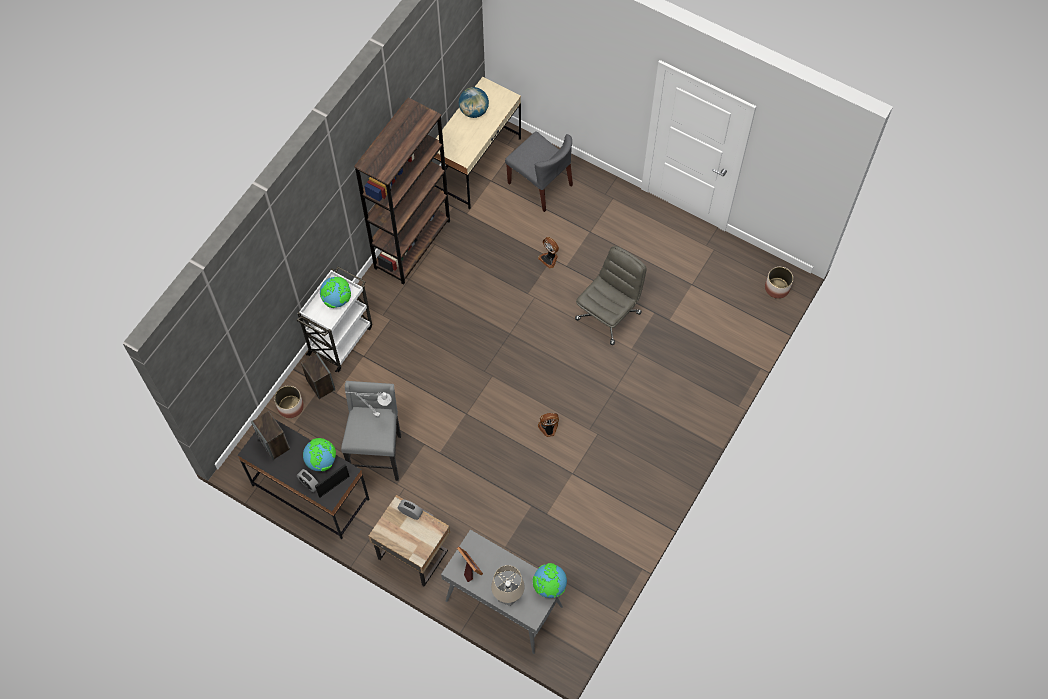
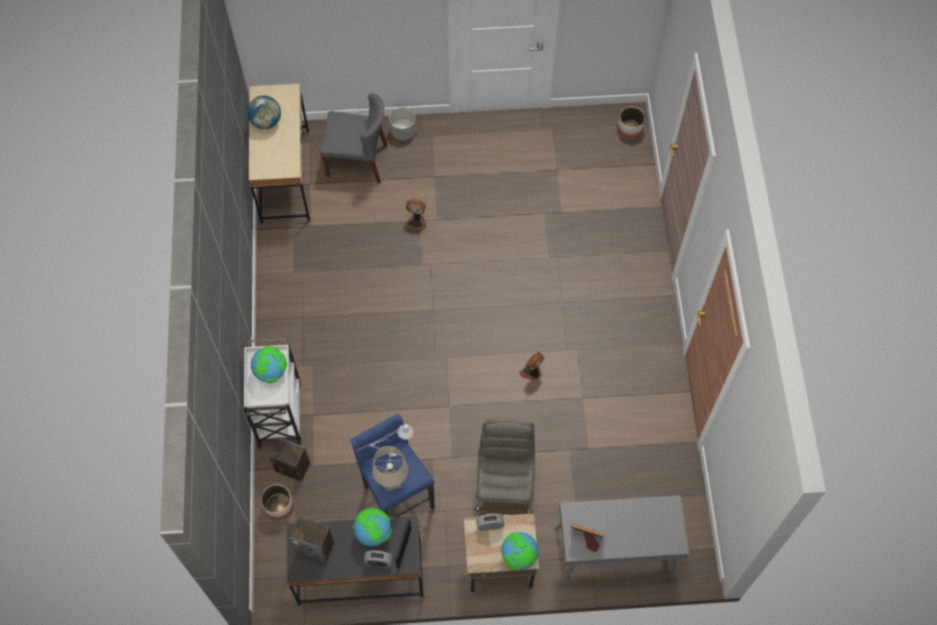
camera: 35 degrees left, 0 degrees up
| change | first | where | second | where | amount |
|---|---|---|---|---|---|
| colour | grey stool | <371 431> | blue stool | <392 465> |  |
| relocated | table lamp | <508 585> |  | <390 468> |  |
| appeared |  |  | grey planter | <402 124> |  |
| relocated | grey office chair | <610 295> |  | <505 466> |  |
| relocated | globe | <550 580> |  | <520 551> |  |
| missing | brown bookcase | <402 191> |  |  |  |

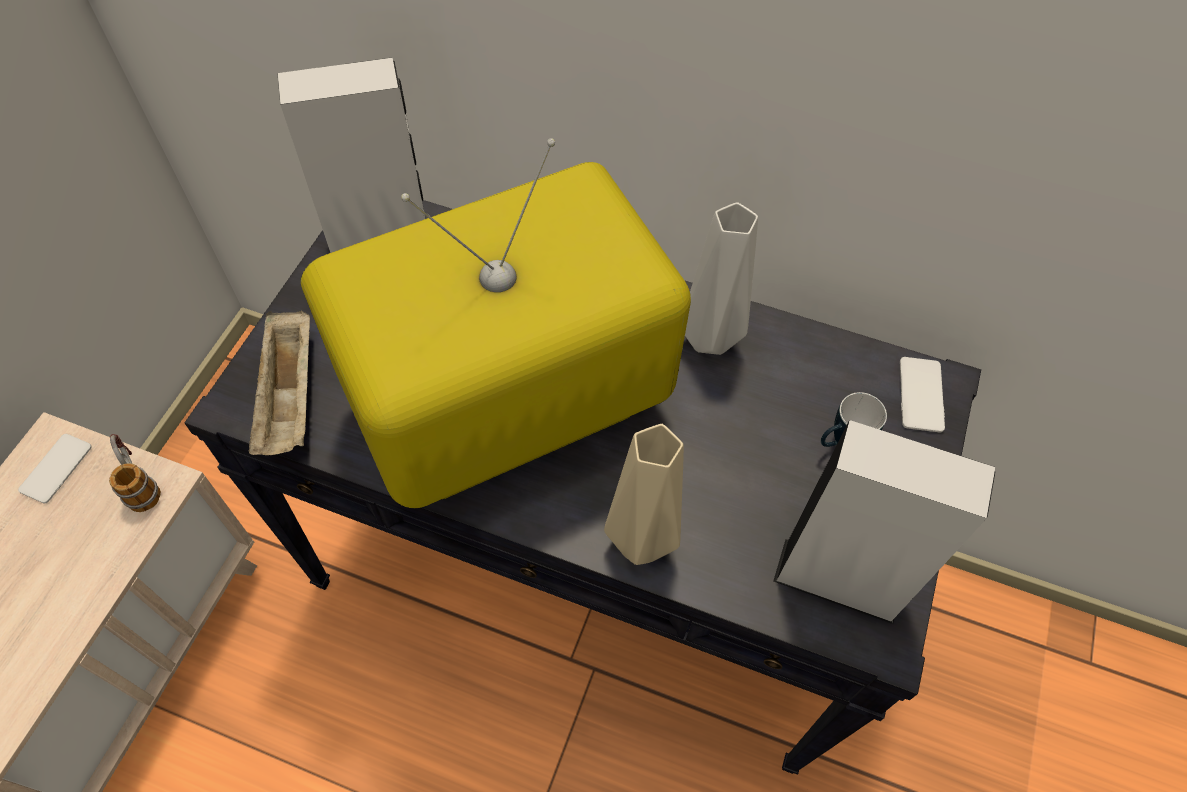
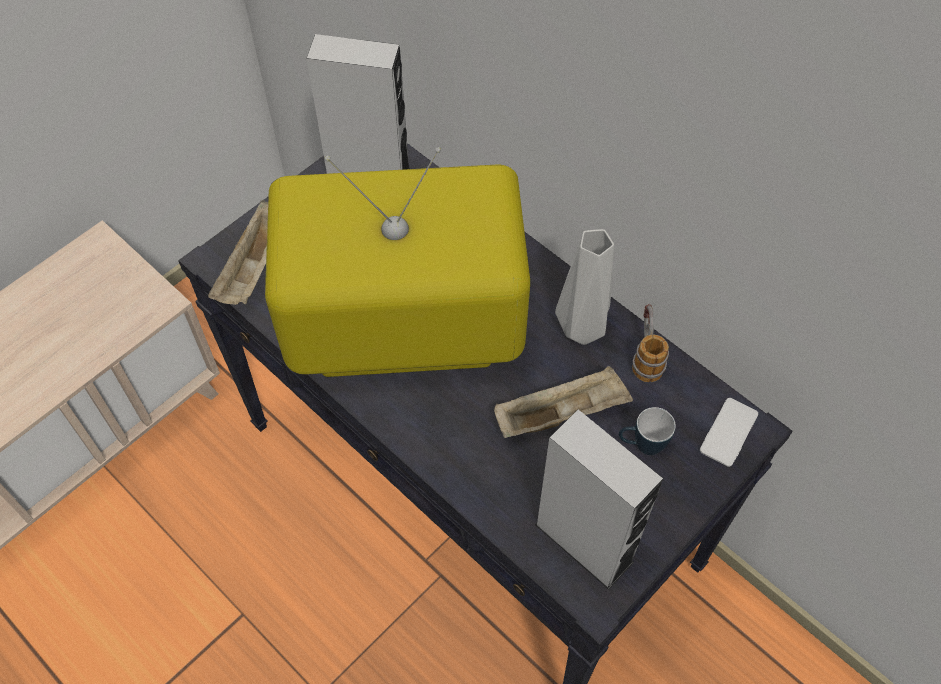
camera: 25 degrees right, 0 degrees up
| change | first | where | second | where | amount |
|---|---|---|---|---|---|
| appeared |  |  | beige tray | <563 402> |  |
| relocated | mug | <135 473> |  | <650 343> |  |
| missing | phone | <55 468> |  |  |  |
| missing | beige vase | <644 494> |  |  |  |

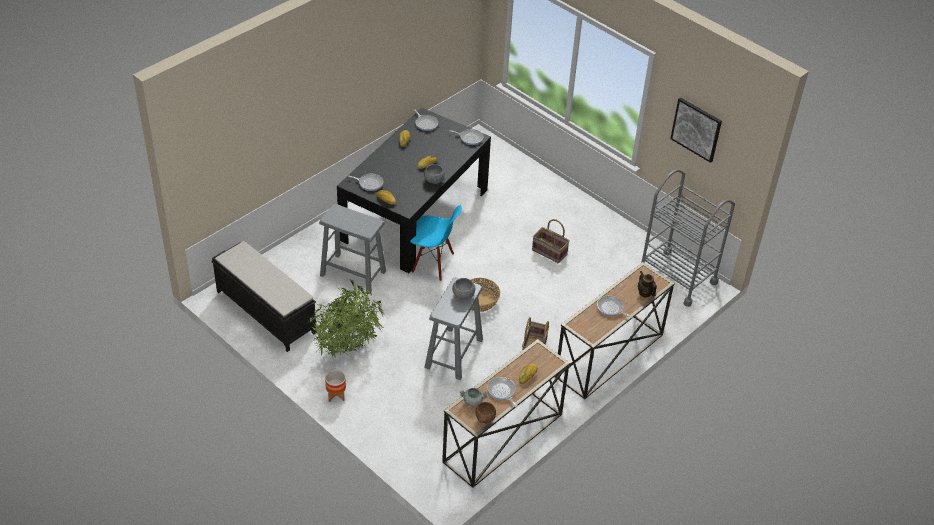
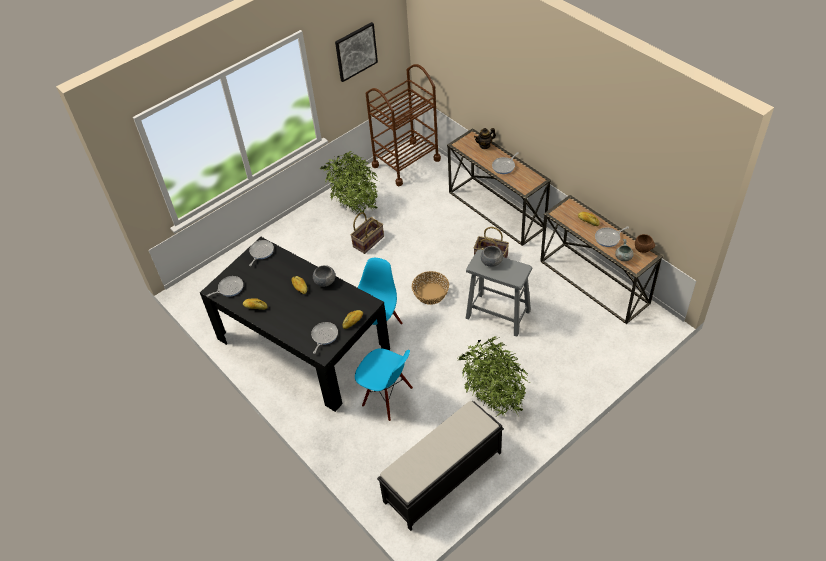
camera: 80 degrees left, 5 degrees up
| change | first | where | second | where | amount |
|---|---|---|---|---|---|
| appeared |  |  | potted plant | <349 182> |  |
| exchanged | grey stool | <352 248> | blue chair | <384 384> |  |
| colour | grey cart | <688 238> | brown cart | <403 125> |  |
| missing | planter | <335 386> |  |  |  |

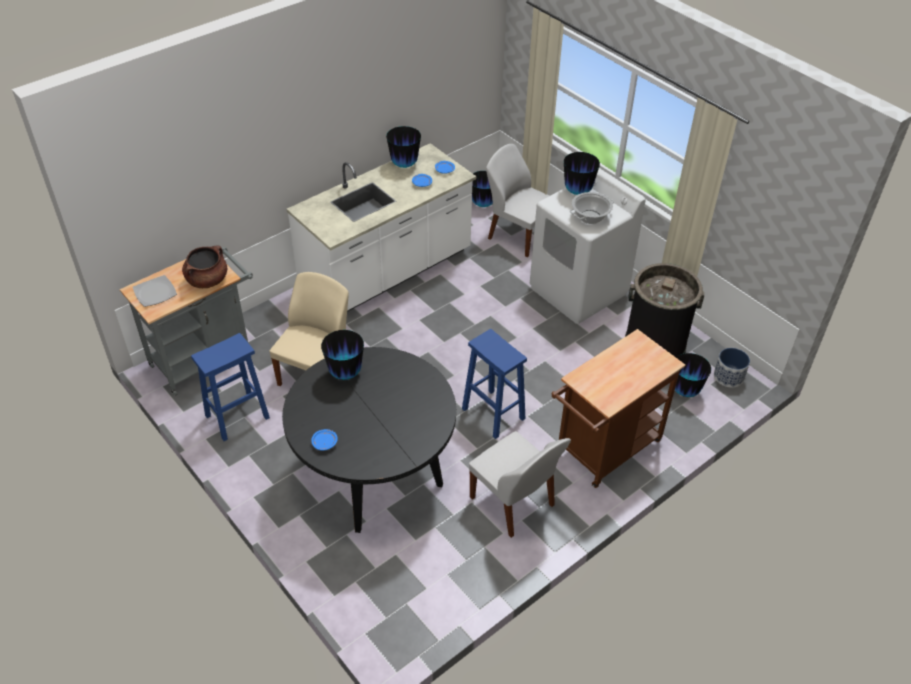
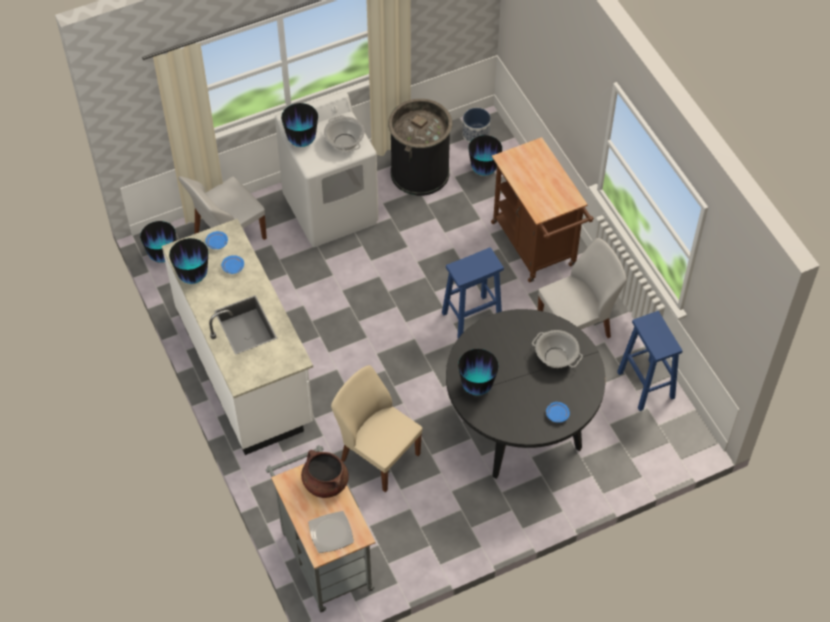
camera: 75 degrees left, 10 degrees up
| change | first | where | second | where | amount |
|---|---|---|---|---|---|
| appeared |  |  | cooking pot | <557 349> |  |
| relocated | blue stool | <230 387> |  | <649 361> |  |

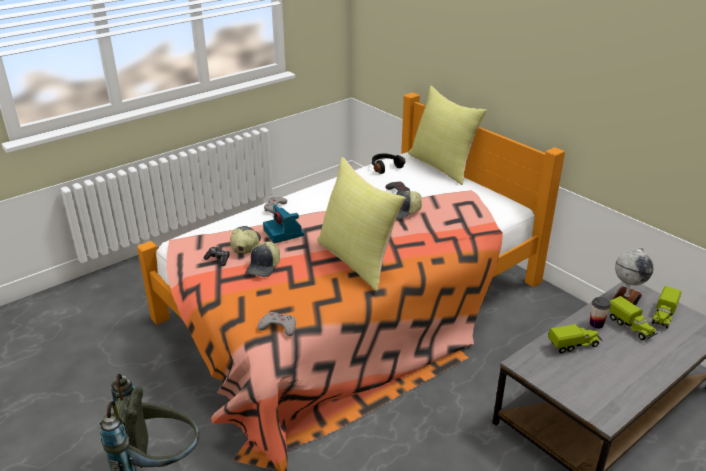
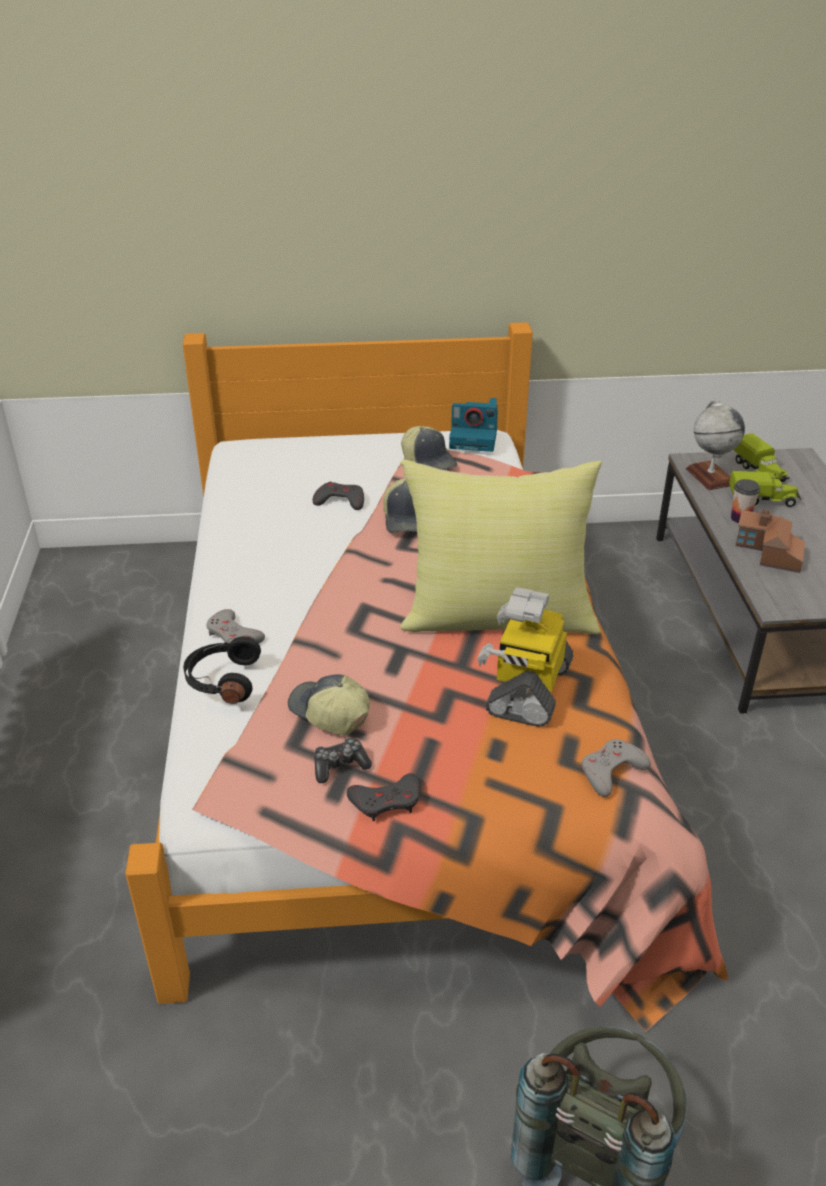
camera: 55 degrees left, 5 degrees up
| change | first | where | second | where | amount |
|---|---|---|---|---|---|
| relocated | black headphones | <388 164> |  | <222 670> |  |
| appeared |  |  | grey game controller | <383 797> |  |
| relocated | cap | <262 259> |  | <429 448> |  |
| relocated | photo camera | <283 224> |  | <473 425> |  |
| appeared |  |  | toy robot | <525 657> |  |
| exchanged | toy truck | <575 338> | toy house | <770 541> |  |
| missing | yellow pillow | <447 135> |  |  |  |

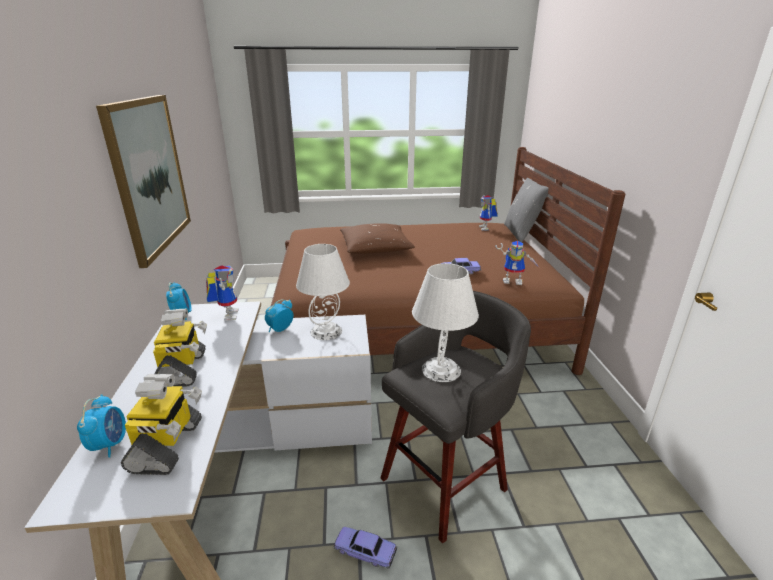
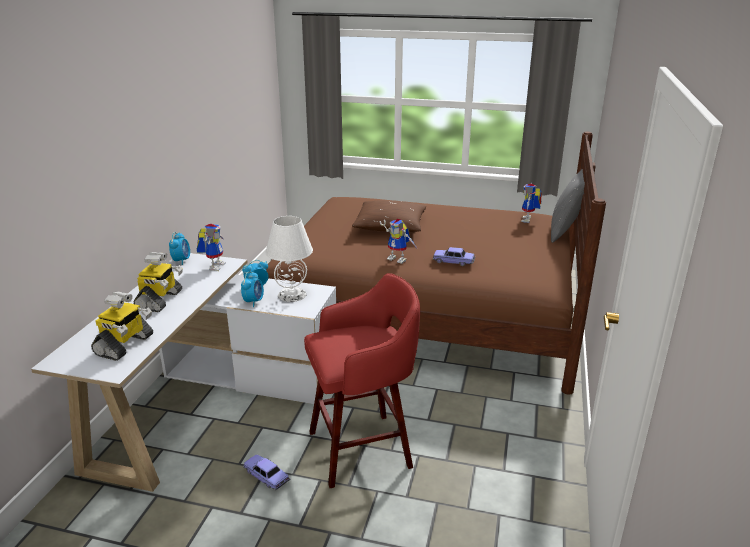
camera: 20 degrees right, 0 degrees up
| change | first | where | second | where | amount |
|---|---|---|---|---|---|
| relocated | alarm clock | <101 426> |  | <252 289> |  |
| colour | grey stool | <455 417> | red stool | <362 380> |  |
| relocated | toy robot | <517 262> |  | <398 241> |  |
| missing | picture | <143 181> |  |  |  |
| missing | white table lamp | <445 322> |  |  |  |

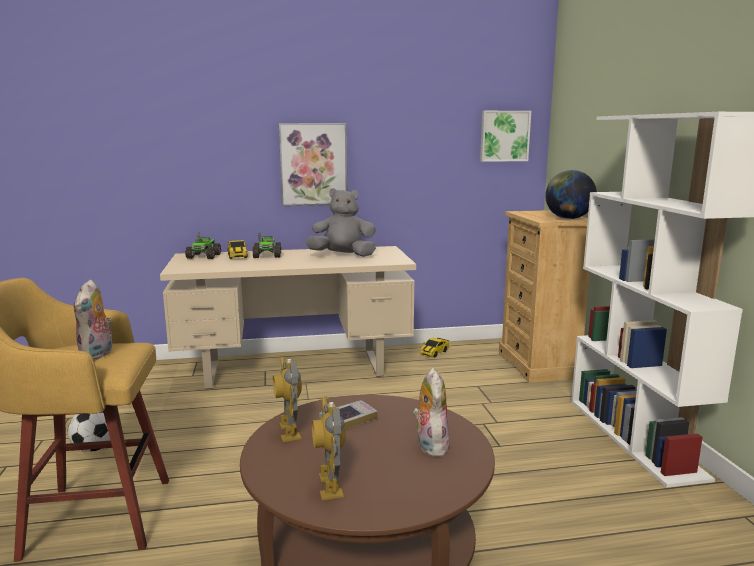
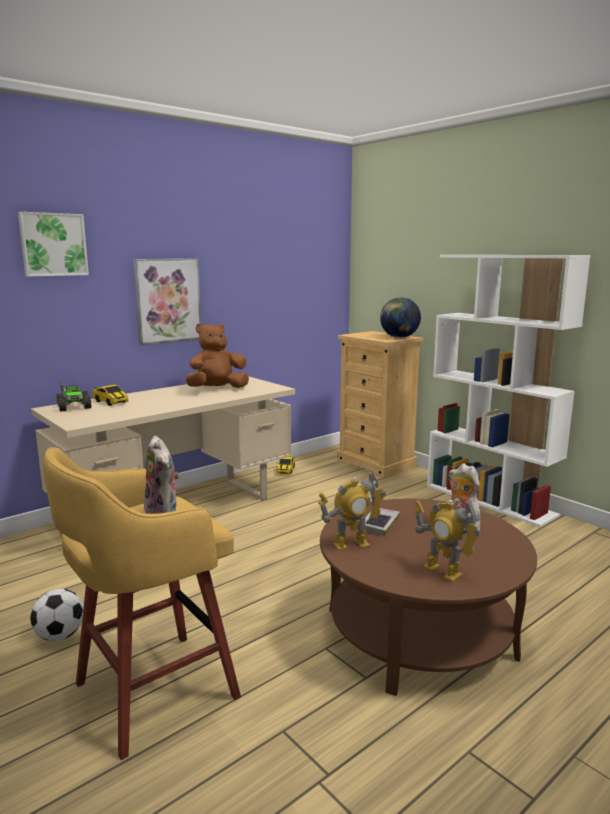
camera: 30 degrees left, 0 degrees up
| change | first | where | second | where | amount |
|---|---|---|---|---|---|
| relocated | picture | <505 136> |  | <53 244> |  |
| colour | grey plush toy | <341 222> | brown plush toy | <217 356> |  |
| spun | toy robot | <287 399> |  | <352 511> | 60 degrees counterclockwise |
| missing | toy truck | <267 245> |  |  |  |

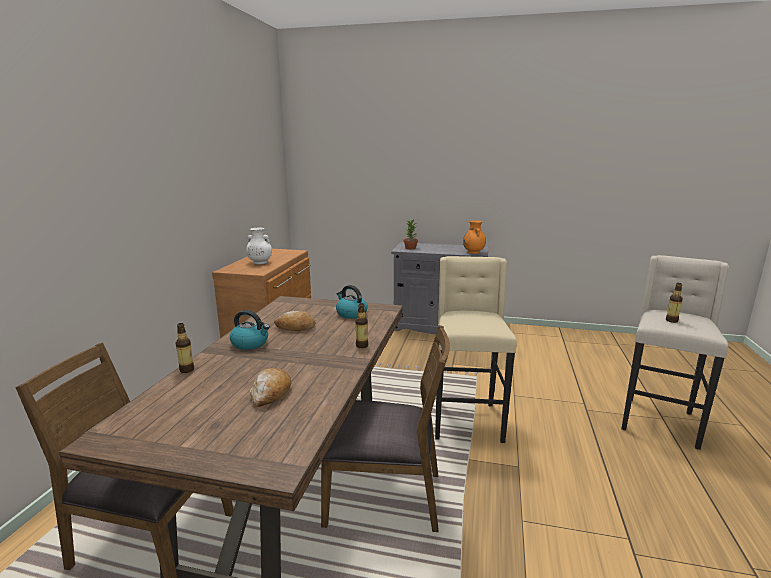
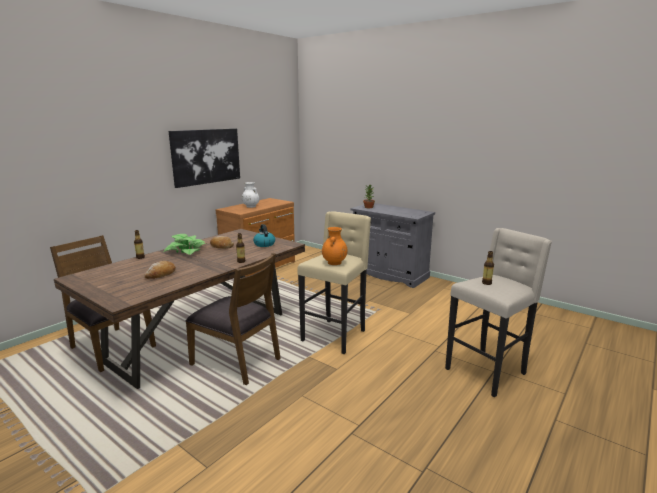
camera: 25 degrees right, 0 degrees up
| change | first | where | second | where | amount |
|---|---|---|---|---|---|
| exchanged | kettle | <250 330> | potted plant | <185 244> |  |
| appeared |  |  | picture | <204 158> |  |
| relocated | orange vase | <474 237> |  | <334 246> |  |

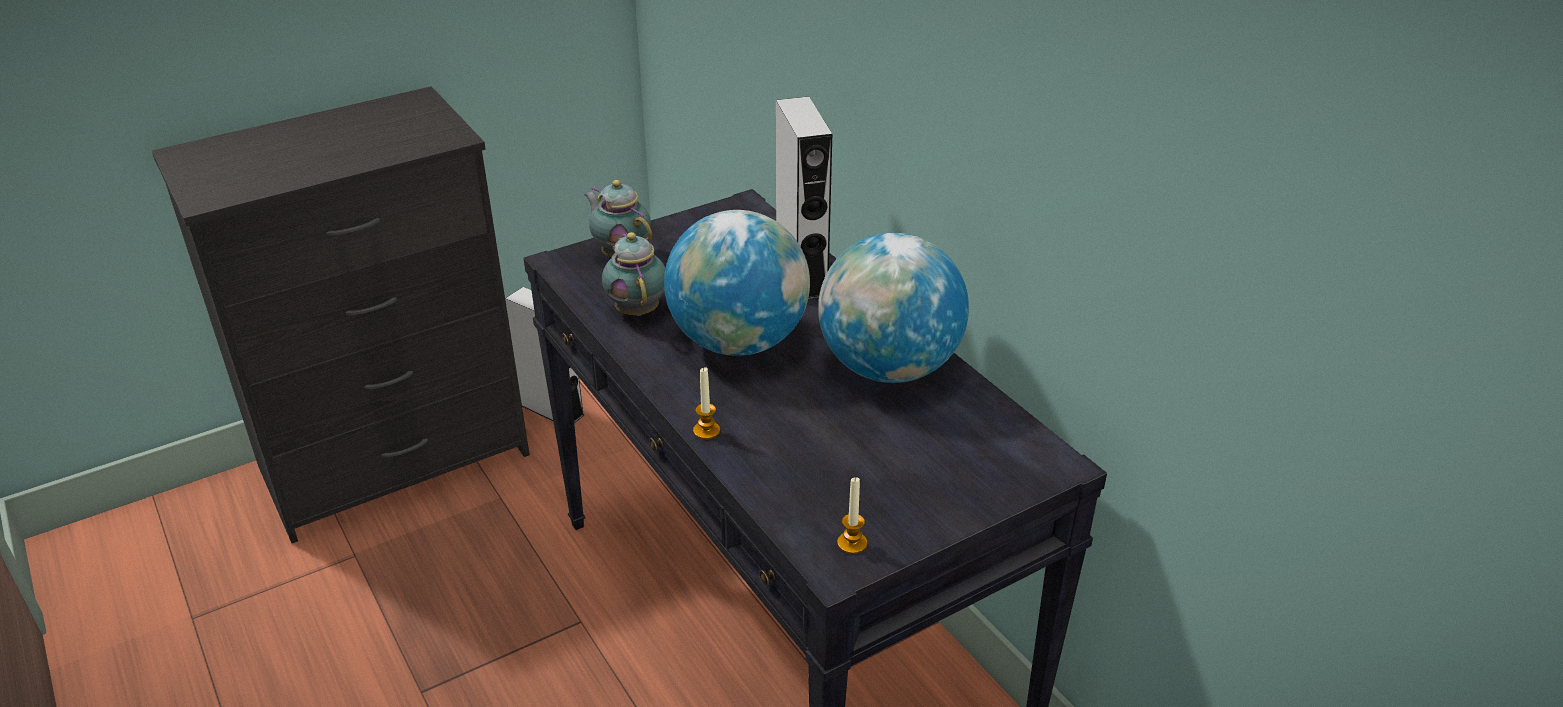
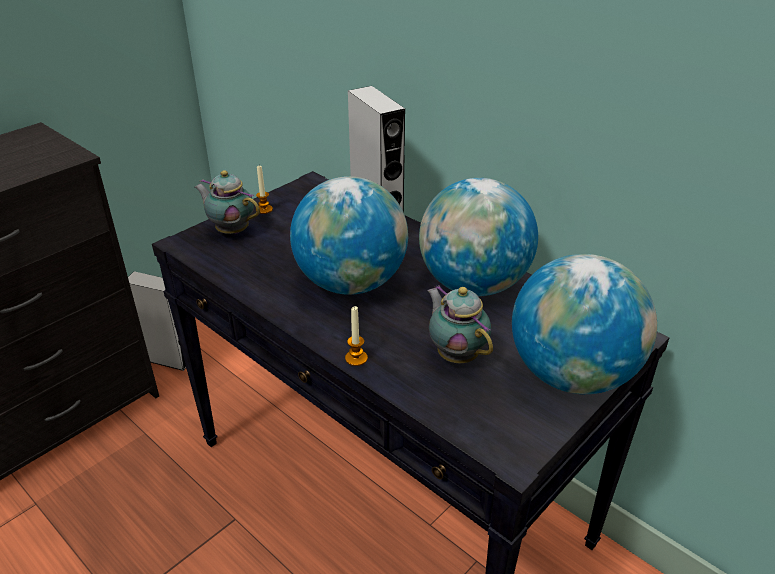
camera: 15 degrees left, 0 degrees up
| change | first | where | second | where | amount |
|---|---|---|---|---|---|
| relocated | candle | <852 515> |  | <264 190> |  |
| relocated | teapot | <634 274> |  | <460 324> |  |
| appeared |  |  | globe | <584 324> |  |

